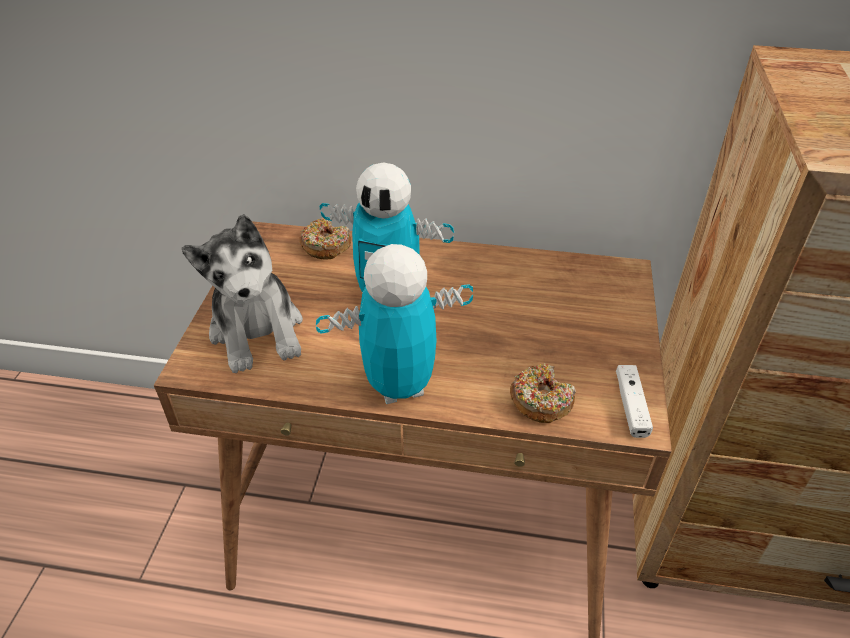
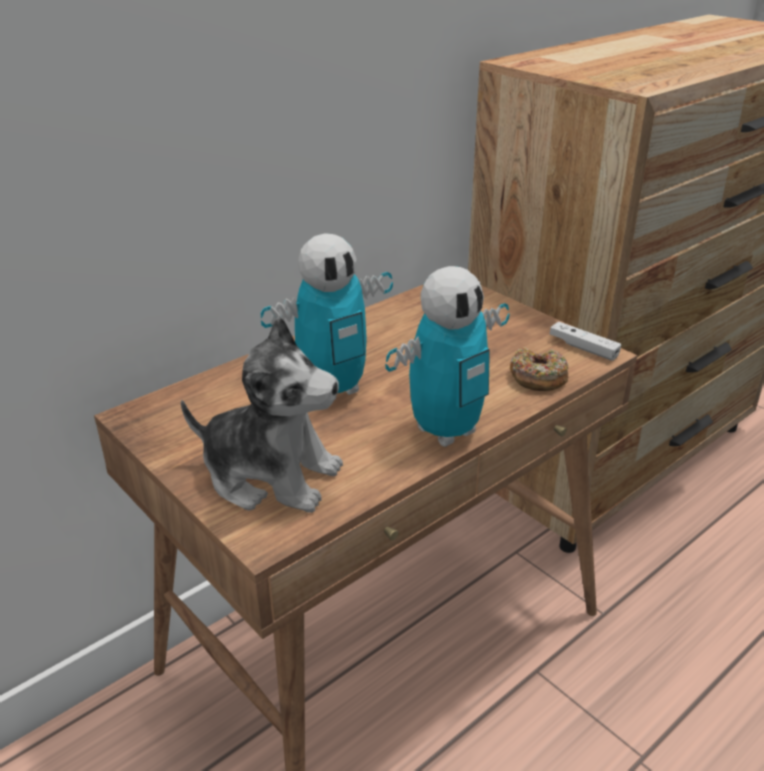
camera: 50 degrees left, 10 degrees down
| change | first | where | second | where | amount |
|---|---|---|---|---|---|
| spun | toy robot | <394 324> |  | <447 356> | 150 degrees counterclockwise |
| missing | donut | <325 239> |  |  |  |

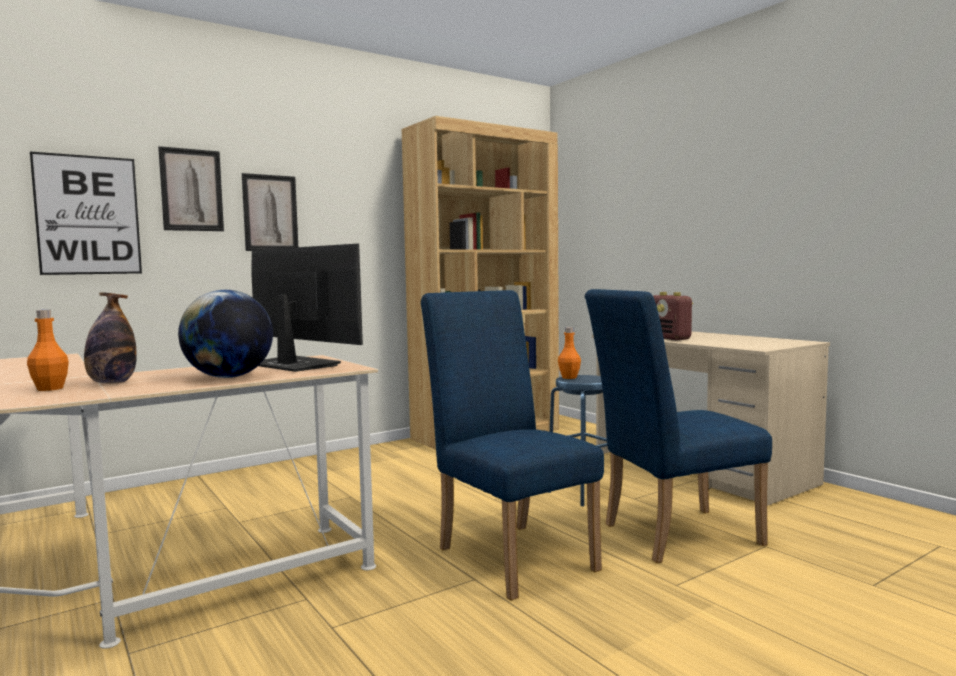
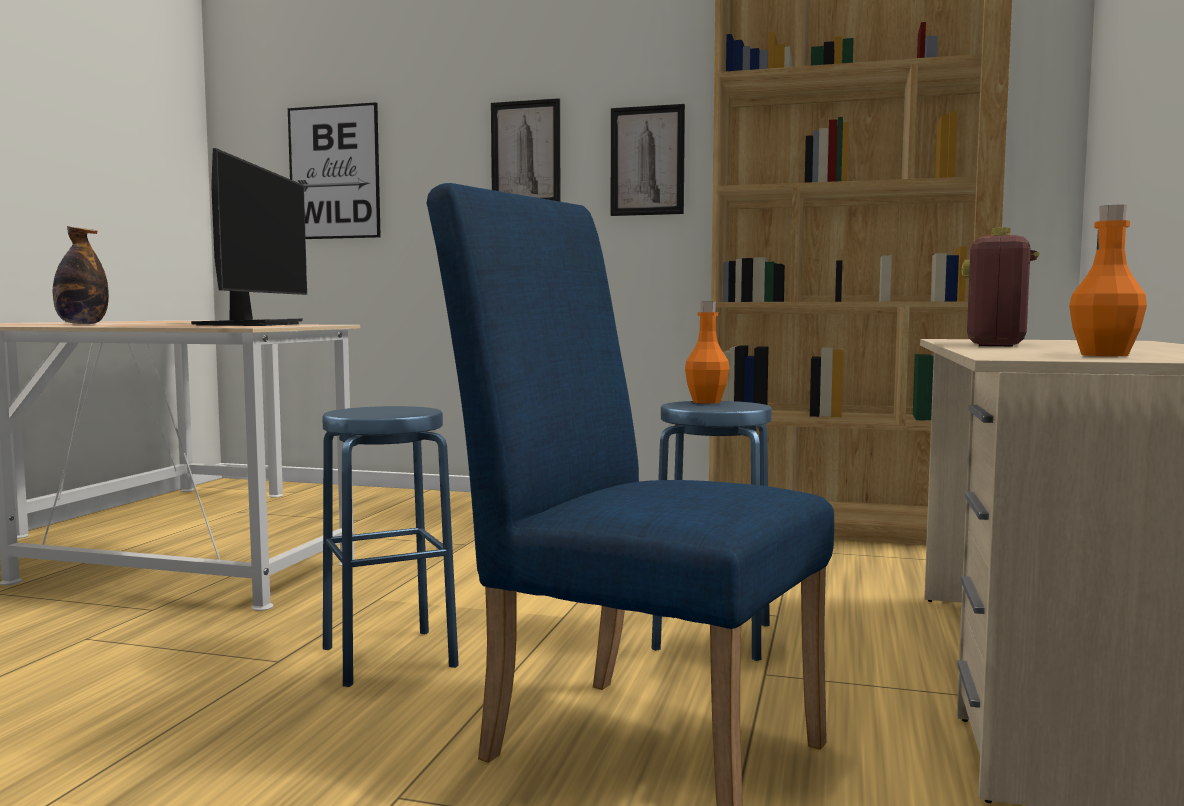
camera: 50 degrees right, 0 degrees up
| change | first | where | second | where | amount |
|---|---|---|---|---|---|
| exchanged | blue chair | <512 445> | blue stool | <390 546> |  |
| relocated | picture | <191 188> |  | <648 160> |  |
| relocated | orange bottle | <48 350> |  | <1108 280> |  |
| missing | globe | <225 334> |  |  |  |

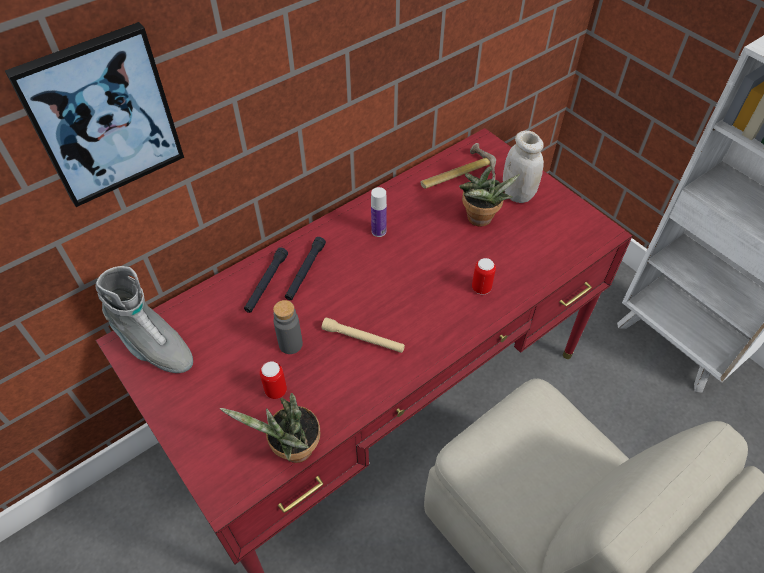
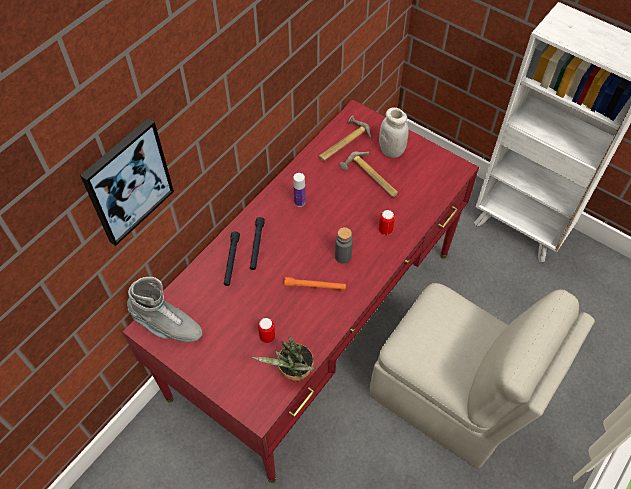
camera: 15 degrees left, 5 degrees up
| change | first | where | second | where | amount |
|---|---|---|---|---|---|
| colour | beige flashlight | <363 335> | orange flashlight | <315 283> |  |
| relocated | grey bottle | <288 327> |  | <344 245> |  |
| exchanged | potted plant | <489 196> | hammer | <368 174> |  |

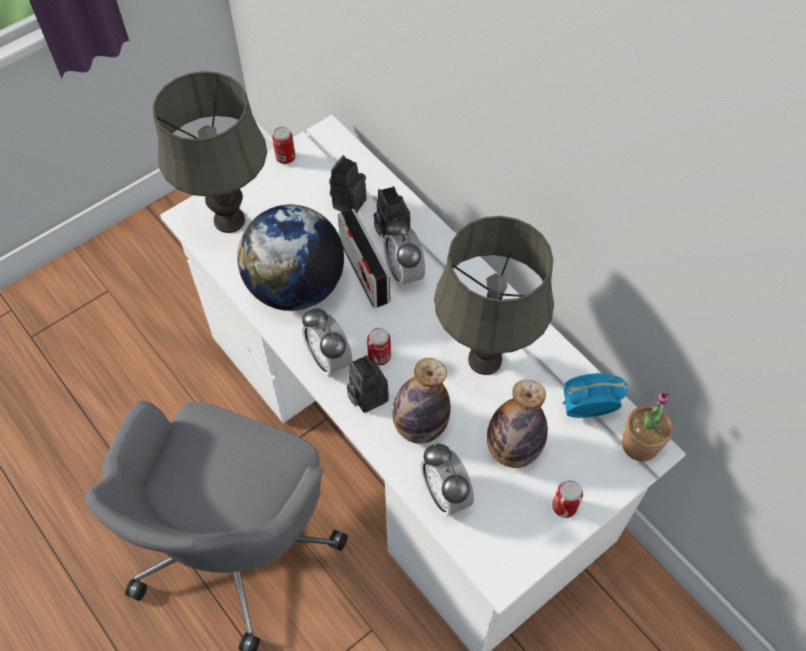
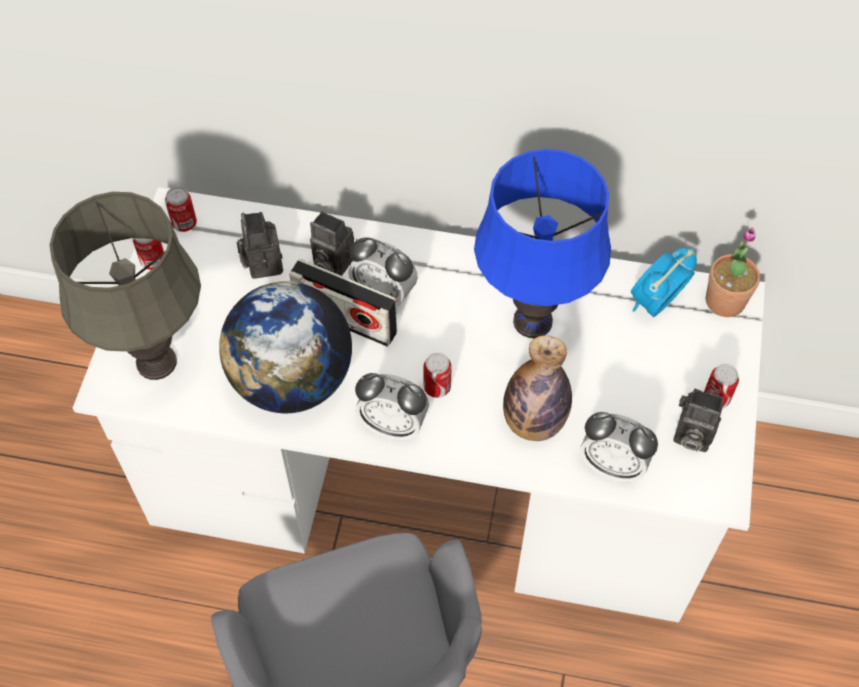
camera: 40 degrees left, 0 degrees up
| change | first | where | second | where | amount |
|---|---|---|---|---|---|
| appeared |  |  | can | <181 209> |  |
| colour | grey table lamp | <494 295> | blue table lamp | <542 243> |  |
| relocated | photo camera | <368 384> |  | <698 420> |  |
| missing | bottle | <517 423> |  |  |  |

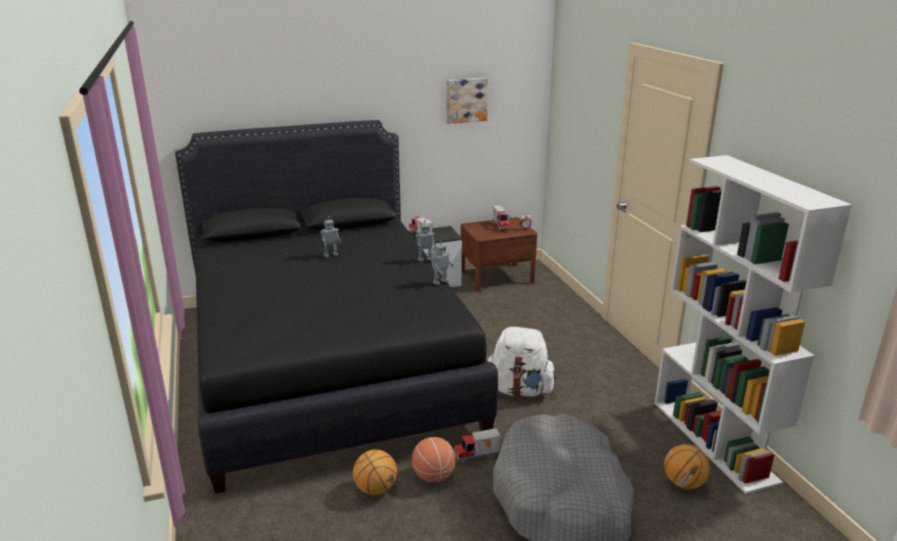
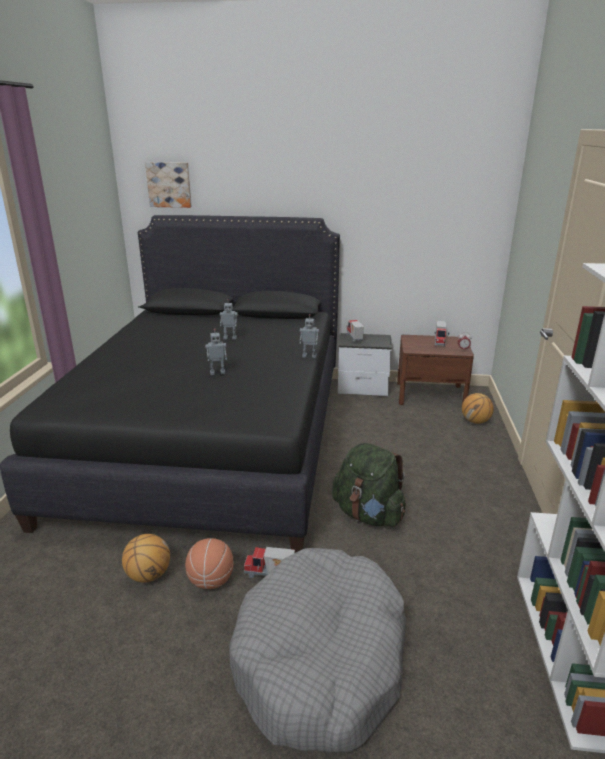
camera: 25 degrees right, 0 degrees up
| change | first | where | second | where | amount |
|---|---|---|---|---|---|
| relocated | picture | <467 101> |  | <168 185> |  |
| relocated | toy robot | <442 262> |  | <216 352> |  |
| colour | white backpack | <522 362> | green backpack | <368 485> |  |
| relocated | basketball | <687 466> |  | <478 408> |  |

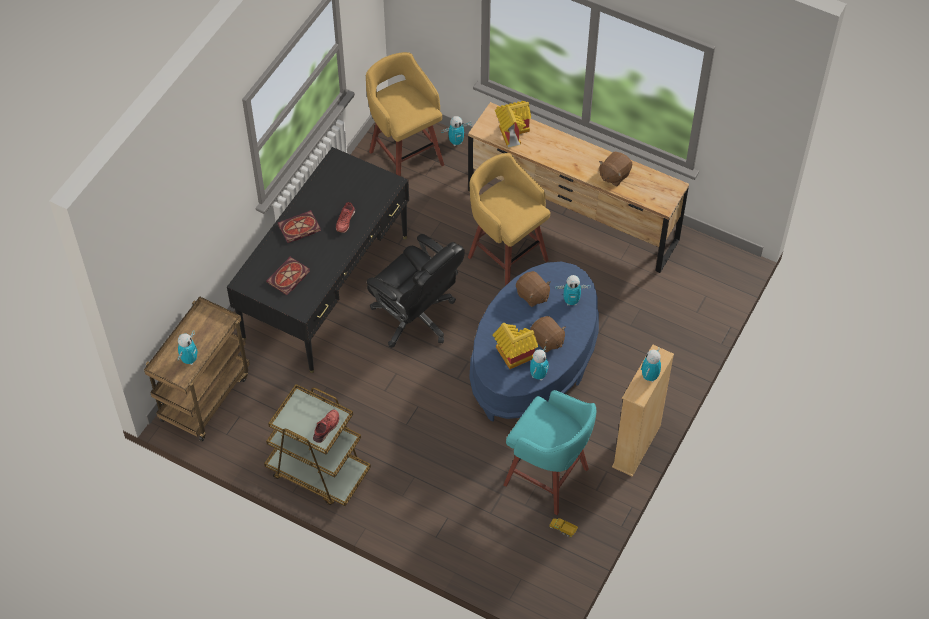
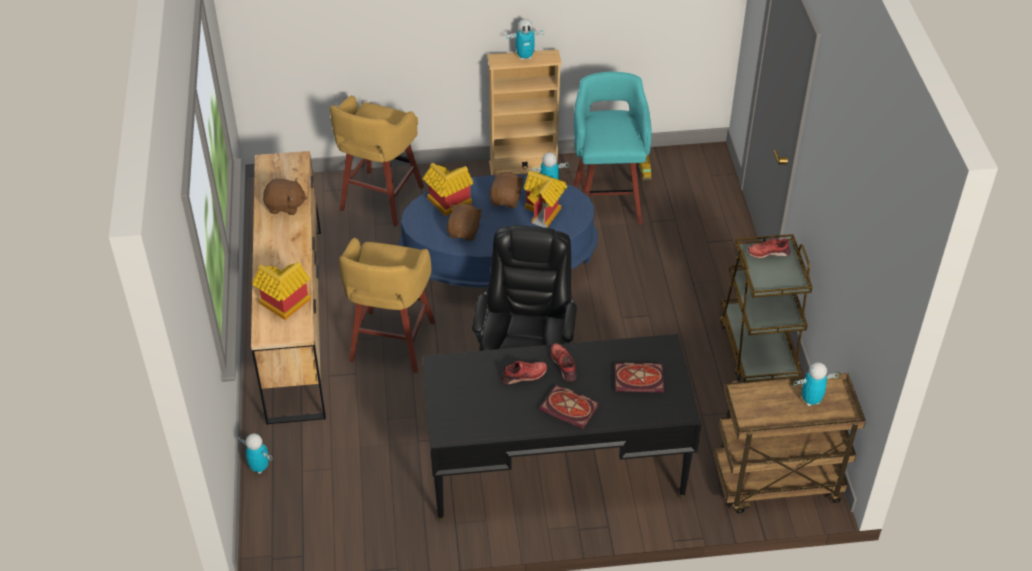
camera: 125 degrees left, 10 degrees down
| change | first | where | second | where | amount |
|---|---|---|---|---|---|
| relocated | yellow stool | <405 114> |  | <377 161> |  |
| exchanged | toy robot | <573 290> | toy house | <448 189> |  |
| appeared |  |  | red shoe | <564 362> |  |

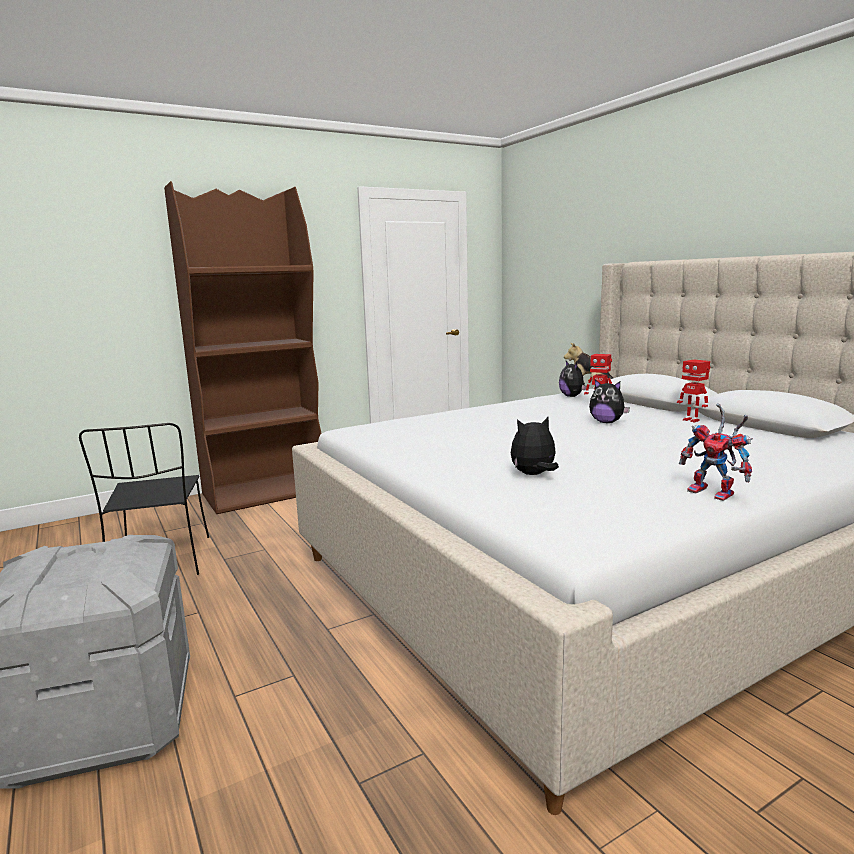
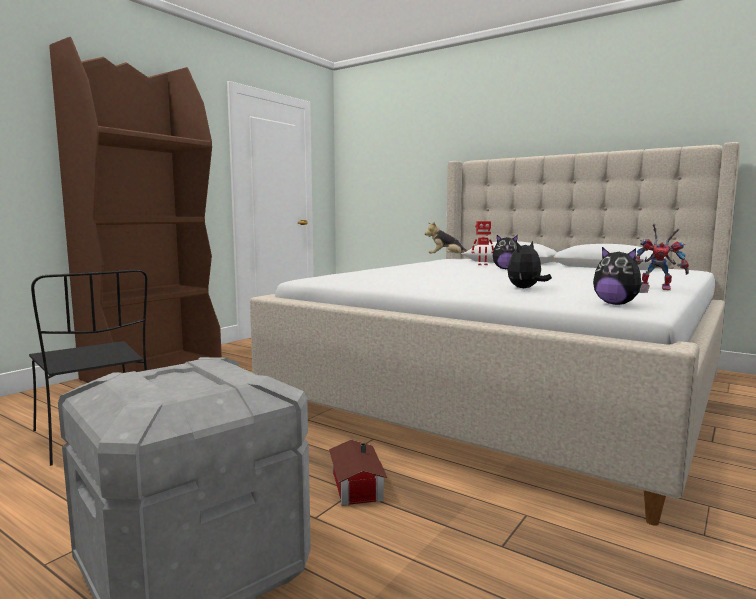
camera: 25 degrees left, 5 degrees down
| change | first | where | second | where | amount |
|---|---|---|---|---|---|
| appeared |  |  | toy house | <358 473> |  |
| relocated | plush toy | <573 379> |  | <621 276> |  |
| missing | toy robot | <693 391> |  |  |  |

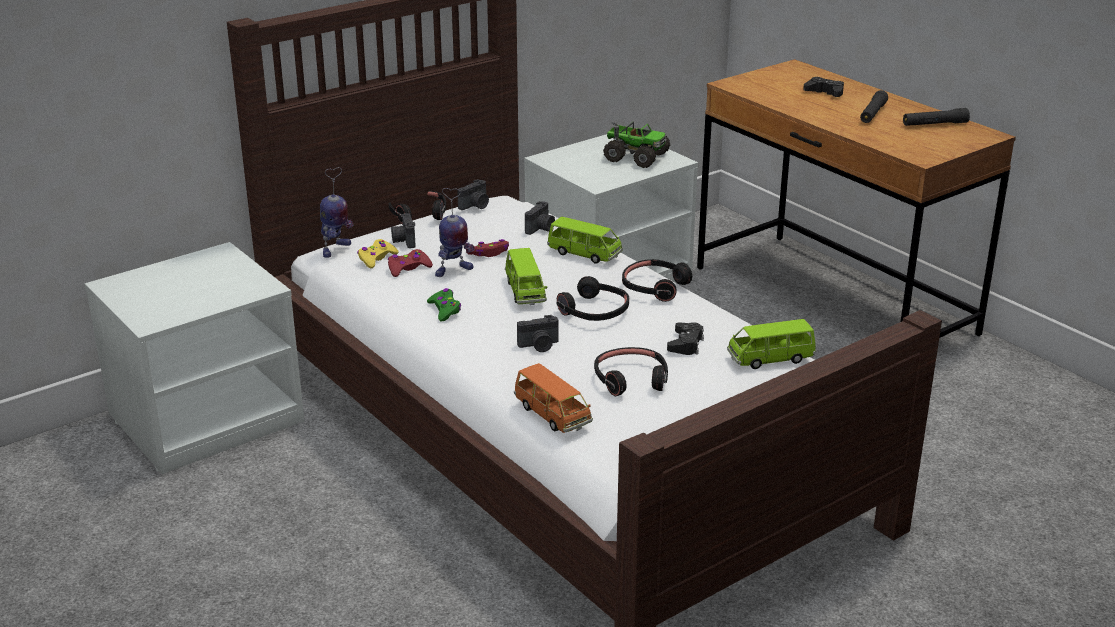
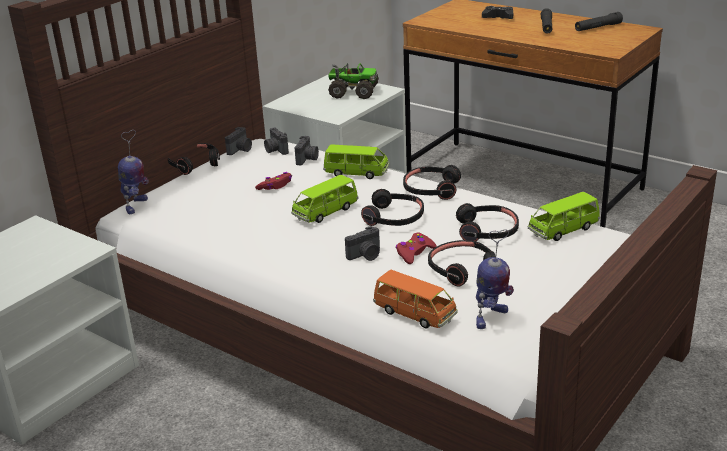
camera: 15 degrees left, 0 degrees up
| change | first | where | second | where | amount |
|---|---|---|---|---|---|
| relocated | photo camera | <403 230> |  | <276 141> |  |
| spun | green toy car | <526 276> |  | <324 199> | 75 degrees clockwise |
| relocated | red game controller | <410 263> |  | <416 248> |  |
| exchanged | black game controller | <685 338> | black headphones | <487 222> |  |
| relocated | toy robot | <455 232> |  | <495 279> |  |
| missing | yellow game controller | <378 253> |  |  |  |
| missing | green game controller | <444 304> |  |  |  |

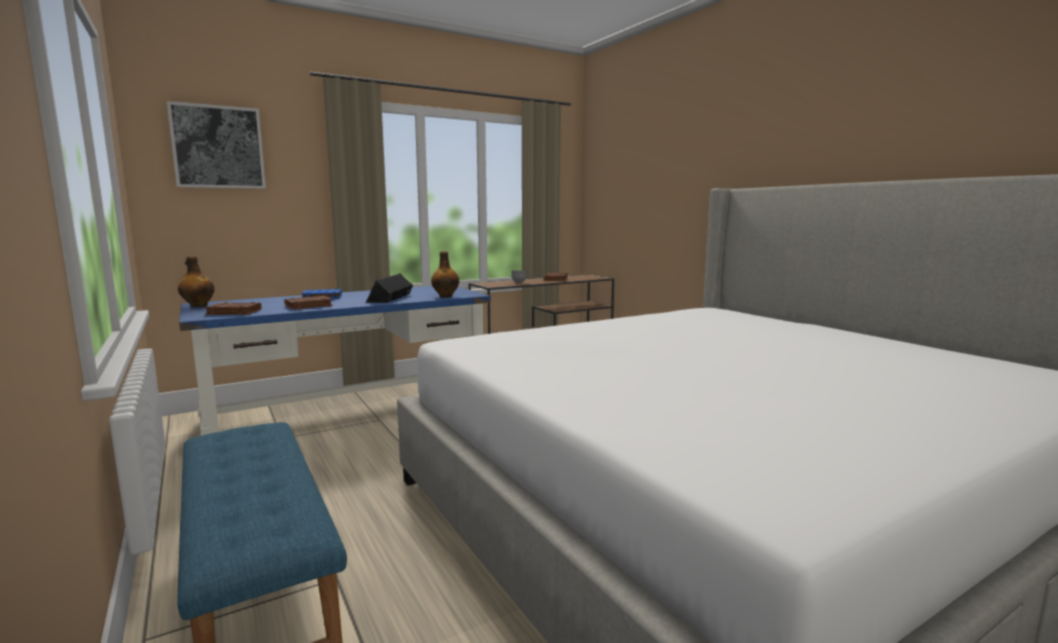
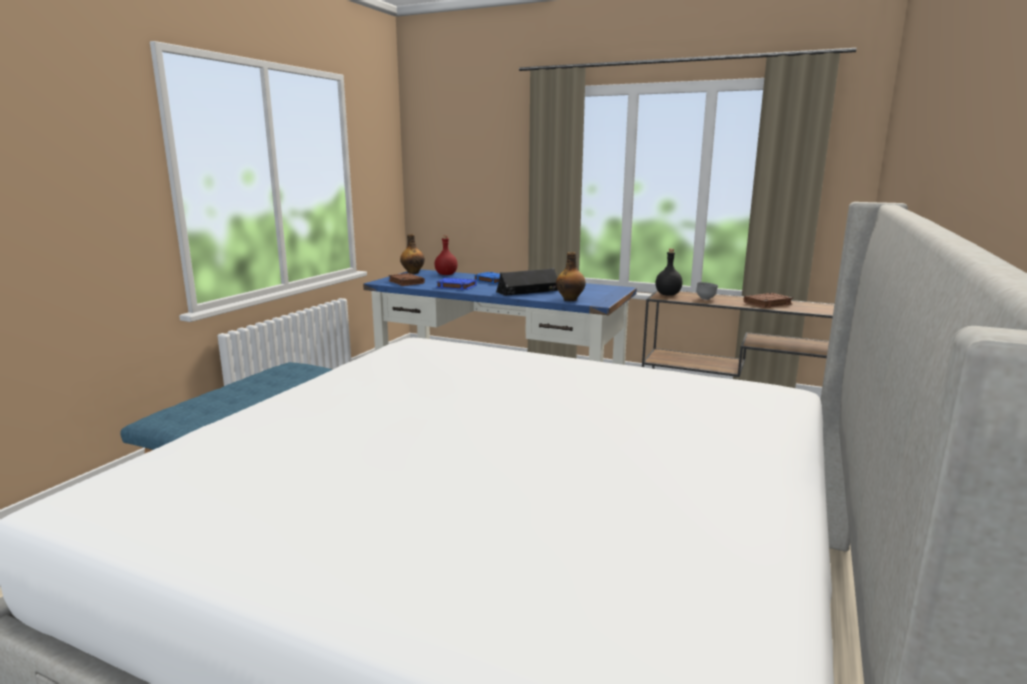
camera: 55 degrees right, 5 degrees up
| change | first | where | second | where | amount |
|---|---|---|---|---|---|
| appeared |  |  | red bottle | <446 255> |  |
| colour | brown book | <309 303> | blue book | <456 284> |  |
| appeared |  |  | black bottle | <669 272> |  |
| missing | picture | <216 145> |  |  |  |

